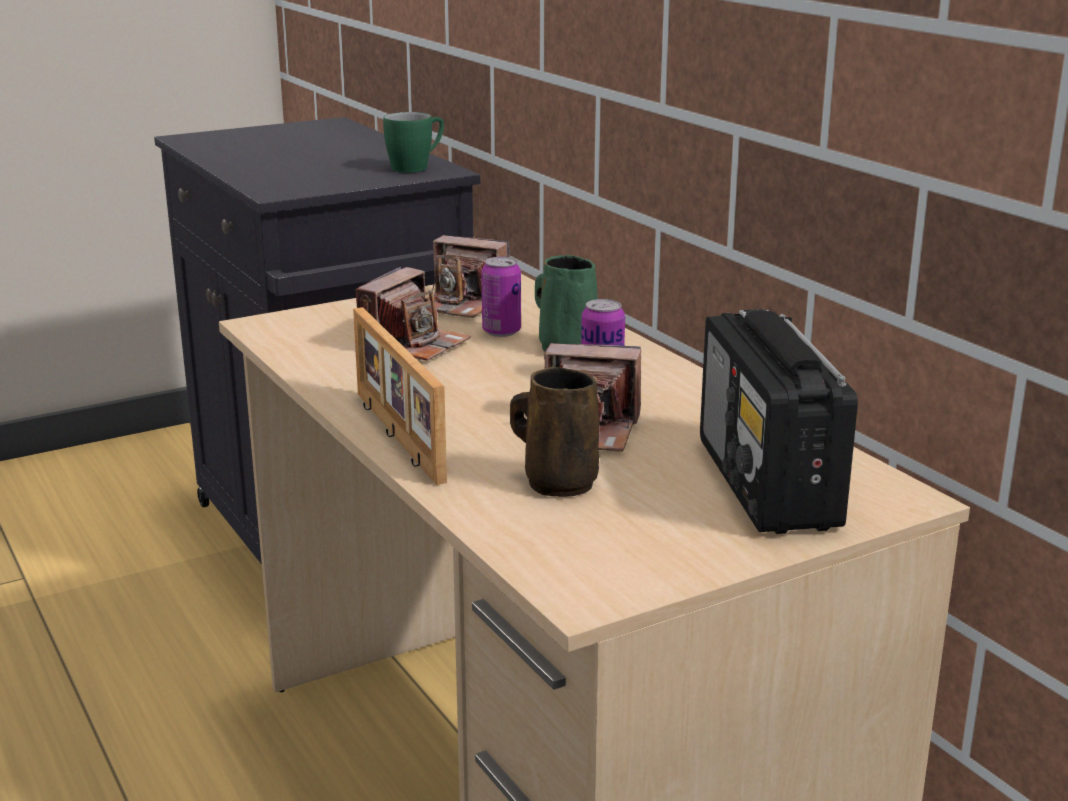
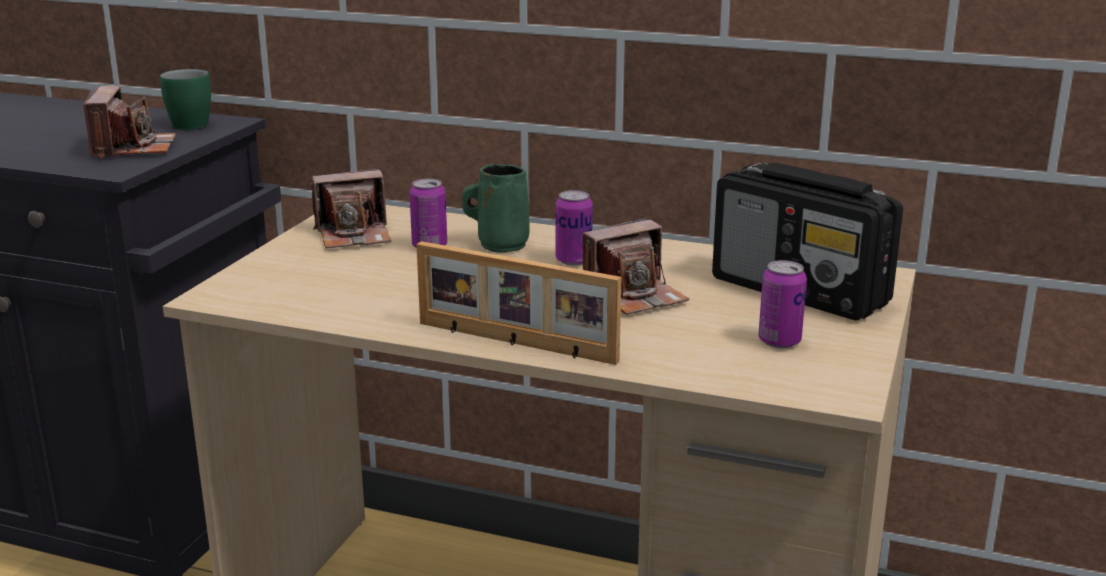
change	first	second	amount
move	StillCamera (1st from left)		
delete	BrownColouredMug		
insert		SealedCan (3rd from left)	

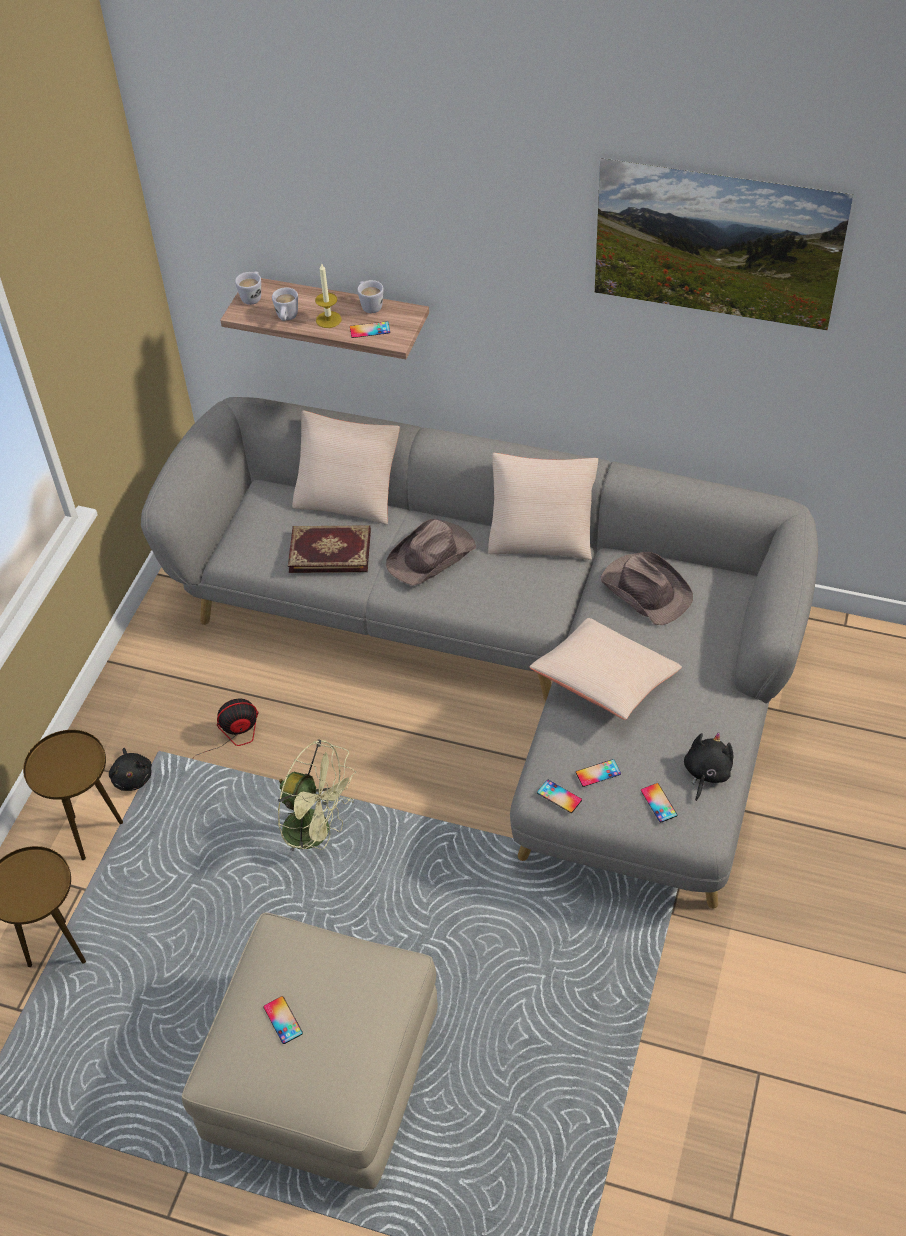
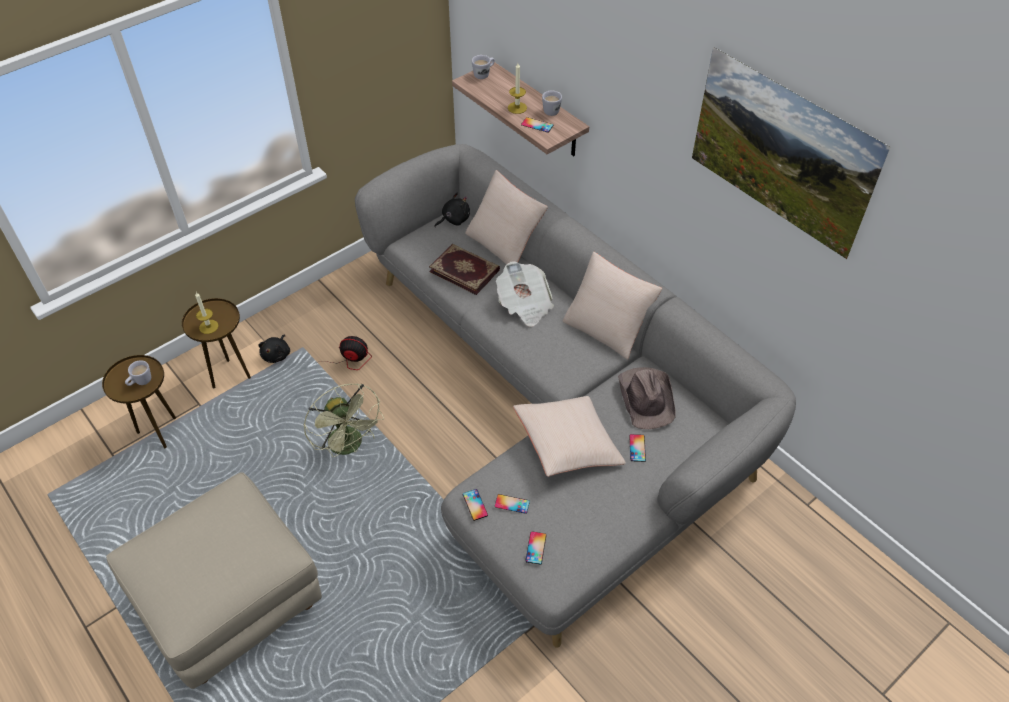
change	first	second	amount
move	WhitishMug (2nd from left in the first image)	WhitishMug (1st from left)	
replace	BrownColouredHat (1st from left)	Newspaper	
move	BlackColouredSoftToy (2nd from left)		
move	Handset (1st from left in the first image)	Handset (5th from left)	
insert		Candle (1st from left)	

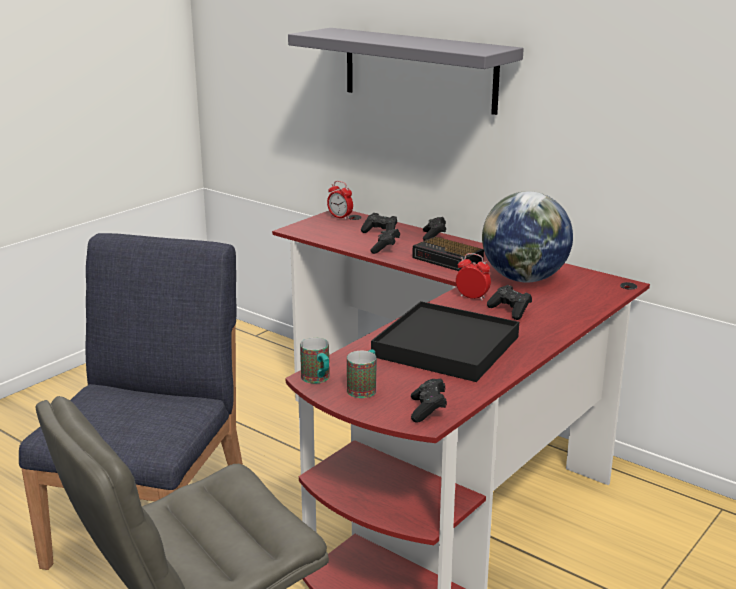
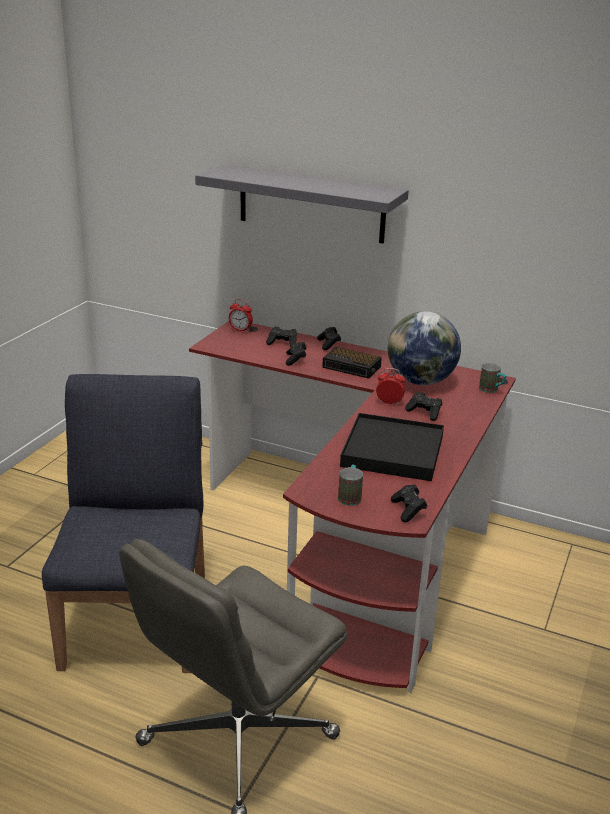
change	first	second	amount
move	Mug (1st from left in the first image)	Mug (2nd from left)	

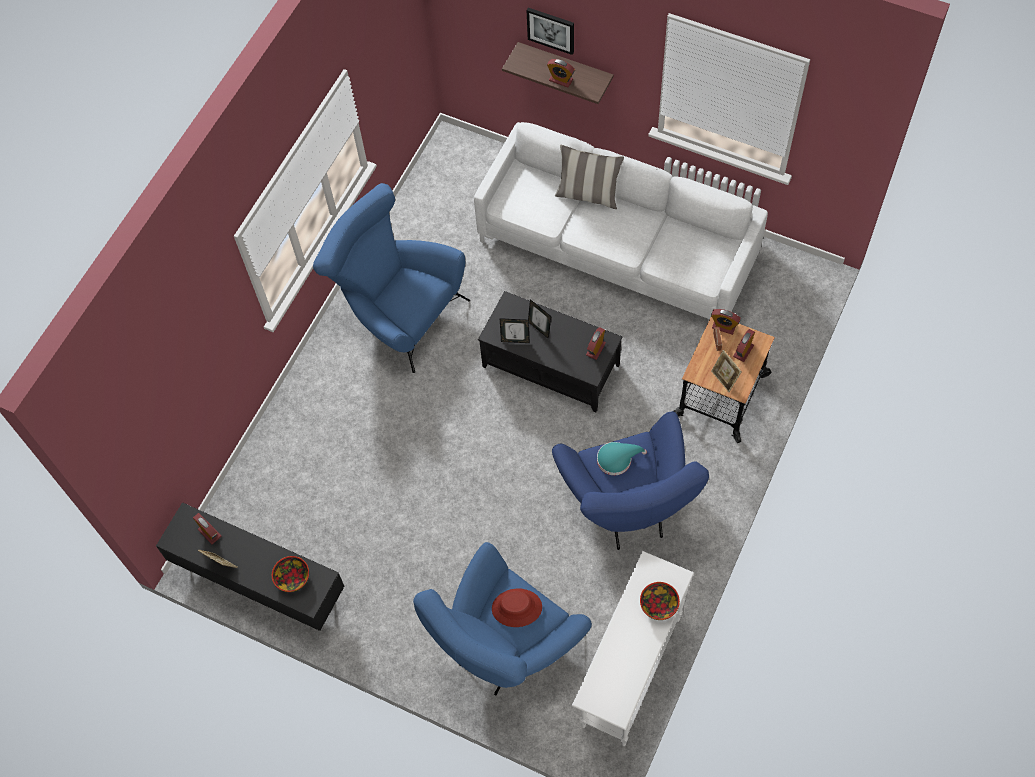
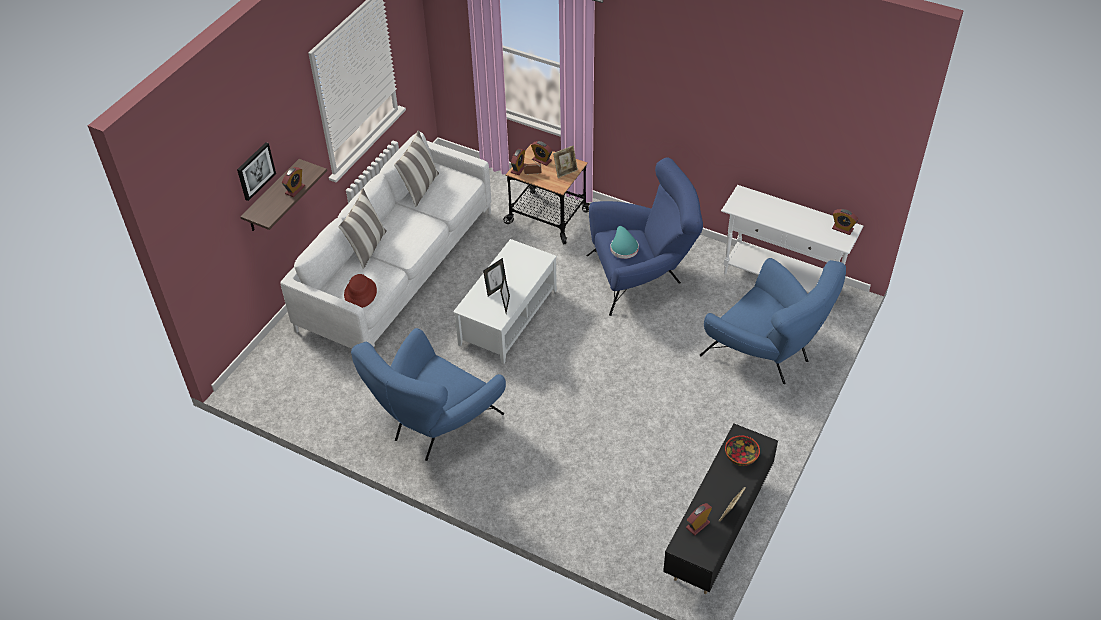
change	first	second	amount
recolor	BlackColouredLoungeTable	WhitishLoungeTable	
move	TableClock (3rd from left in the first image)	TableClock (5th from left)	
delete	ServingBowl (2nd from left)		
move	RedHat		
insert		ThrowPillow (2nd from left)	

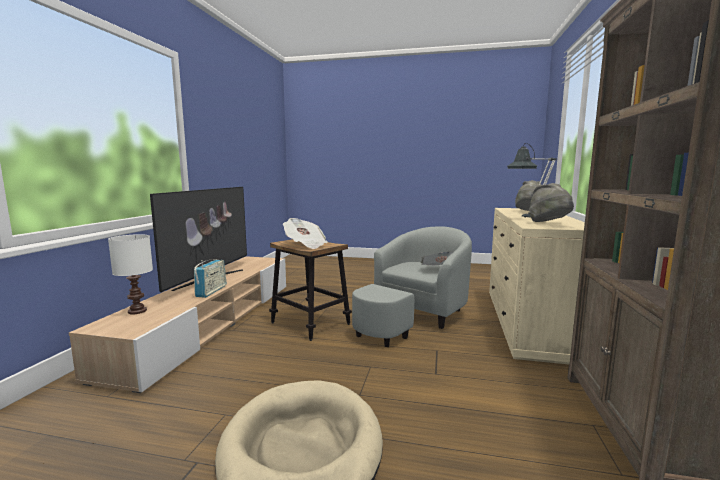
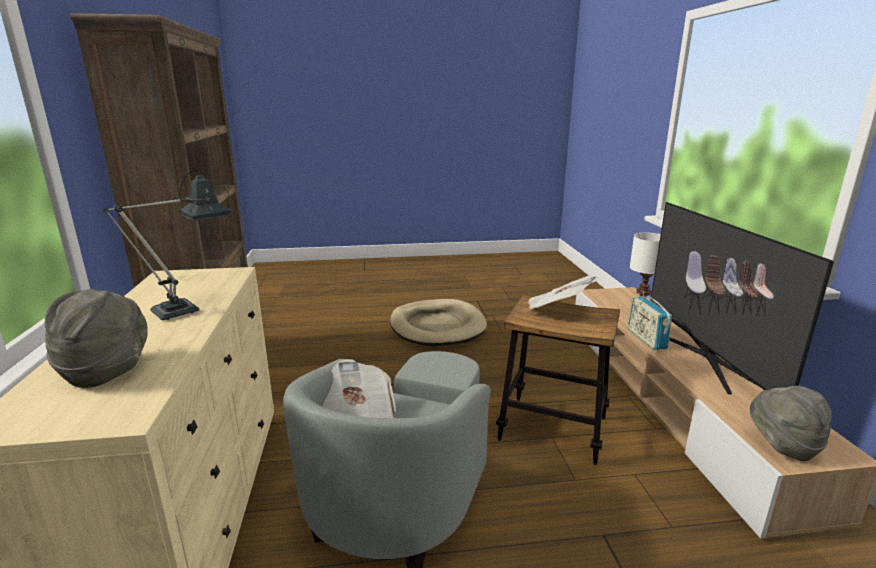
change	first	second	amount
move	GrayHat (2nd from left)		

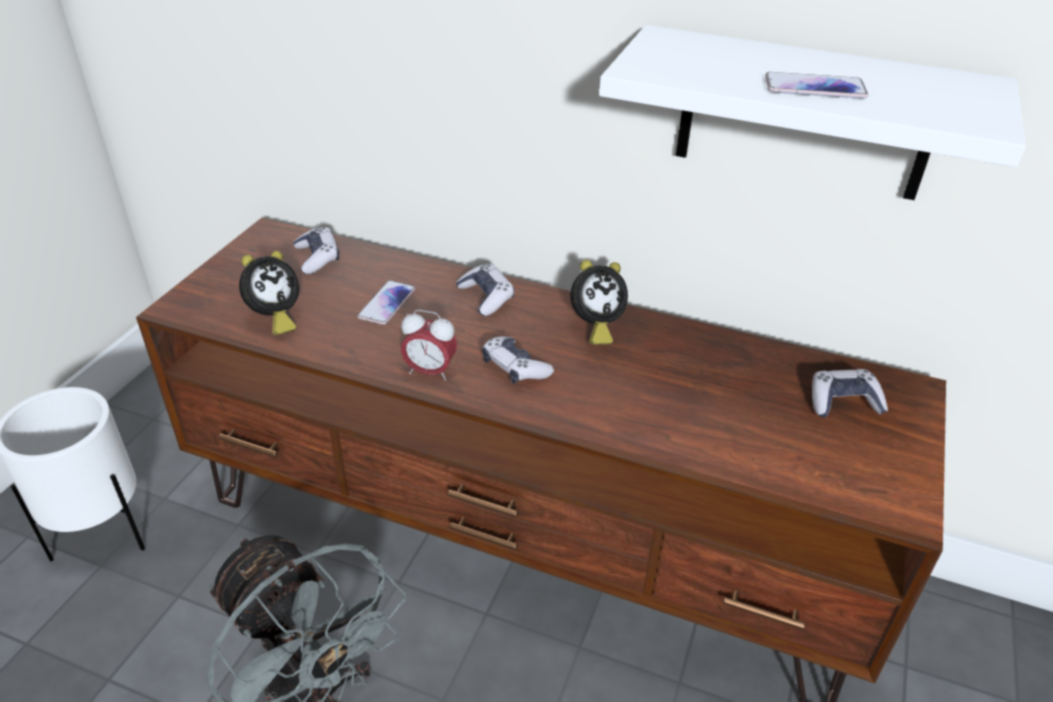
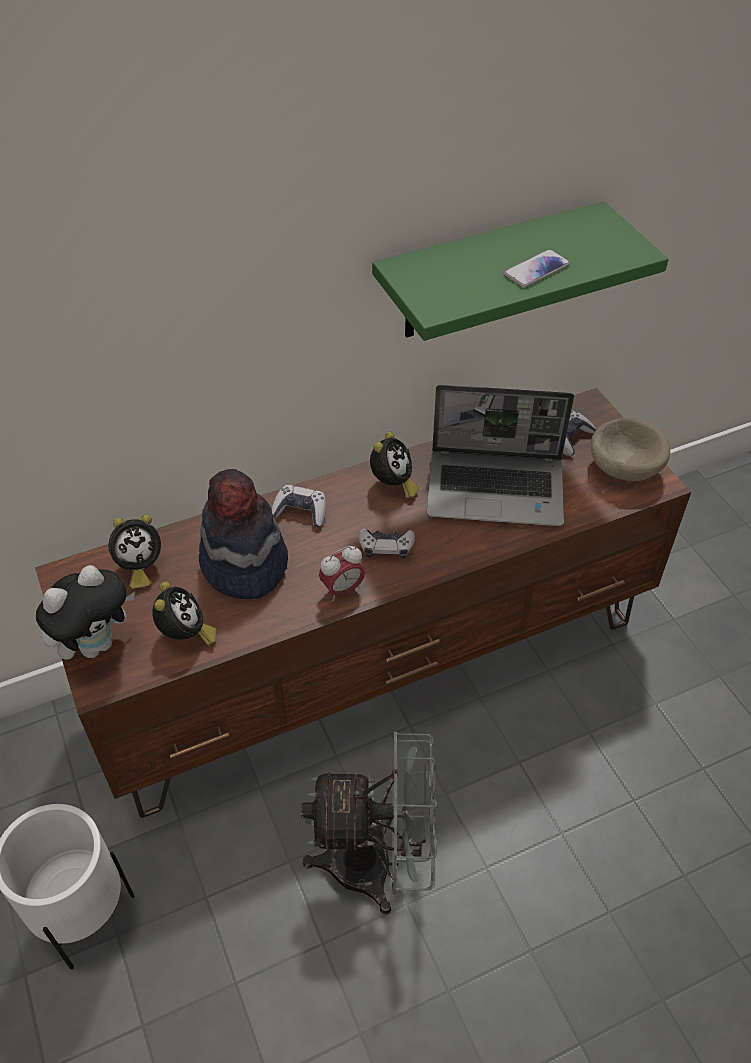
change	first	second	amount
recolor	WhitishBracketShelf	GreenishBracketShelf	
replace	Gamepad (1st from left)	TableClock (1st from left)	
replace	Handset (1st from left)	Hat	
insert		PortableComputer	
insert		BeigeColouredServingBowl	
insert		SoftToy	

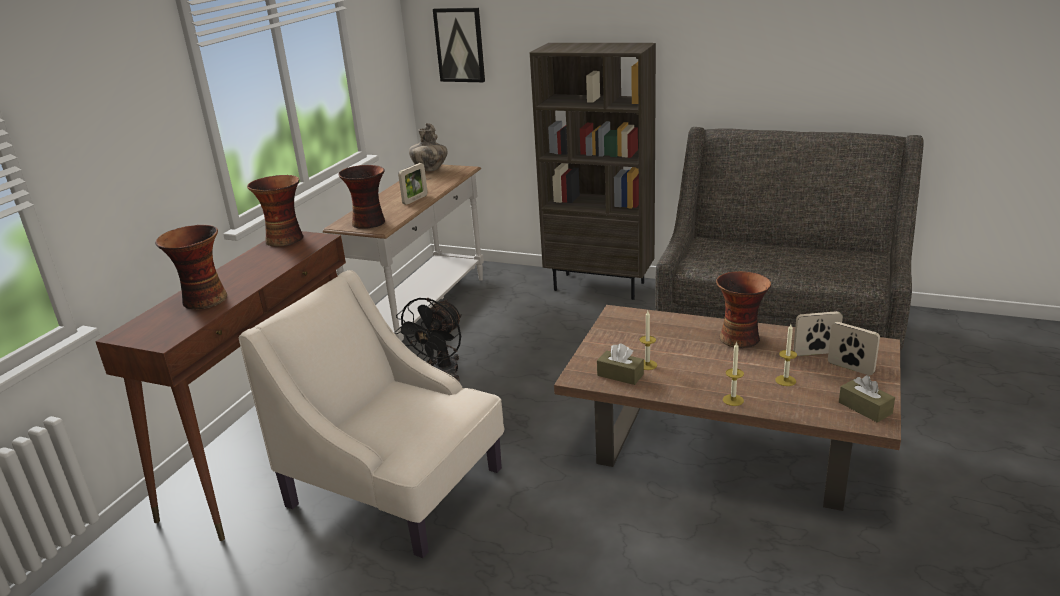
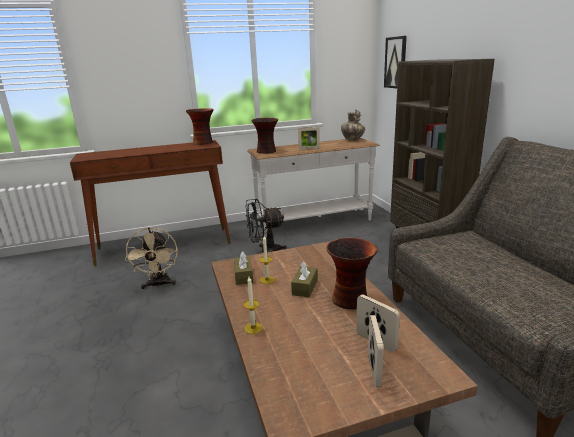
change	first	second	amount
delete	FlowerVase (1st from left)		
replace	BeigeColouredLoungeChair	BeigeColouredCoolingFan	
delete	Candle (3rd from left)		
move	BrownColouredTissueBox (2nd from left)		

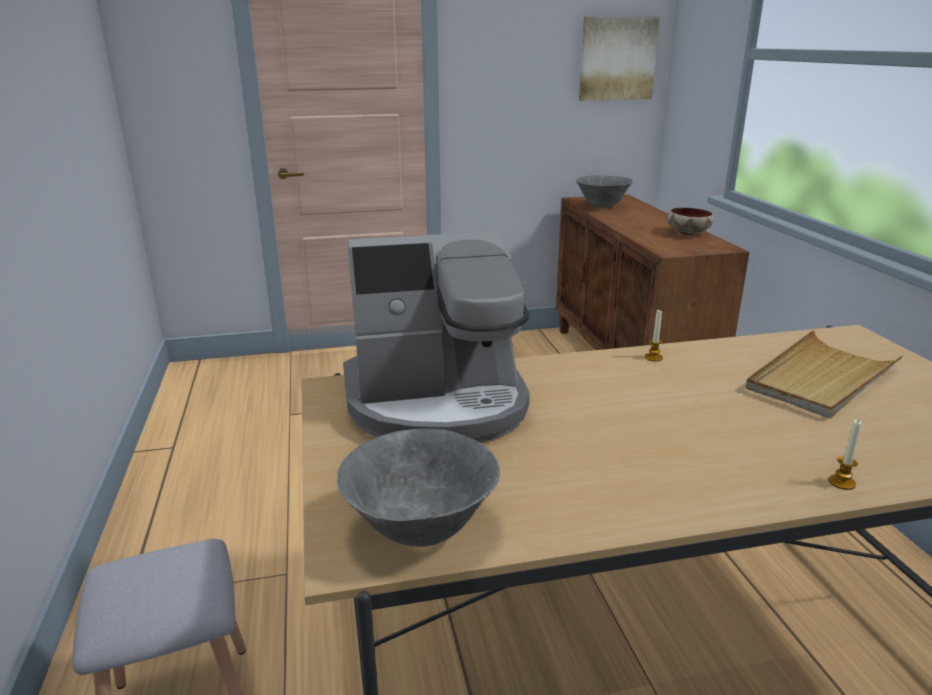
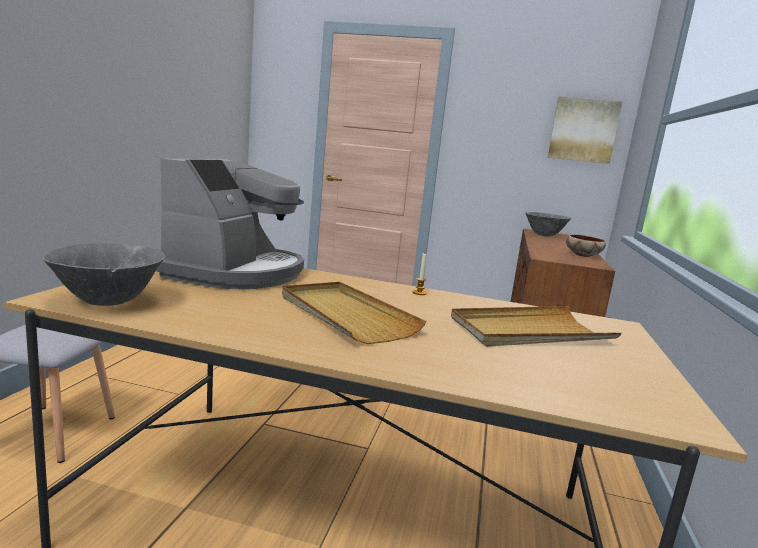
change	first	second	amount
rotate	CoffeeBrewer		90 degrees counterclockwise
delete	Candle (2nd from left)		
insert		BeigeColouredTray (1st from left)	

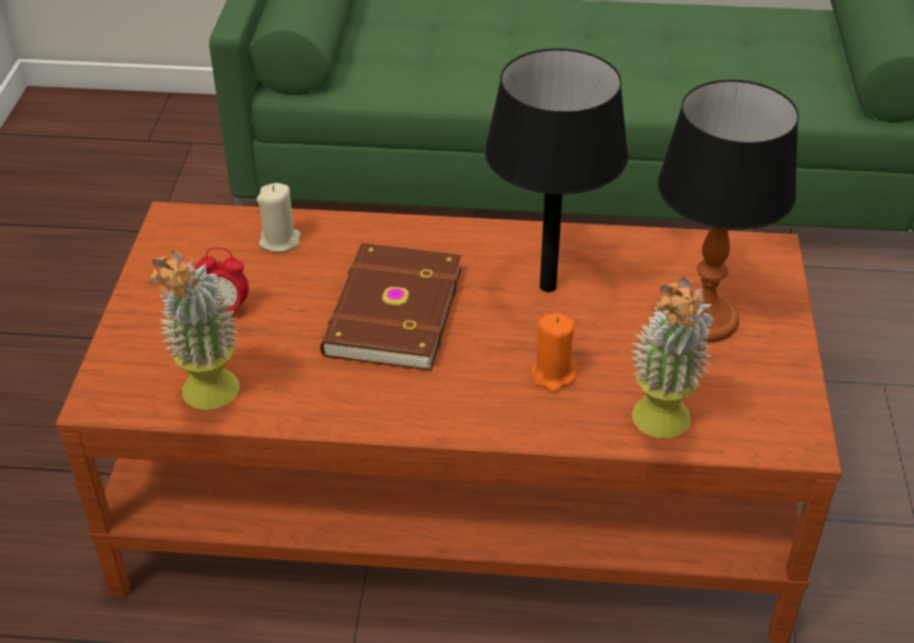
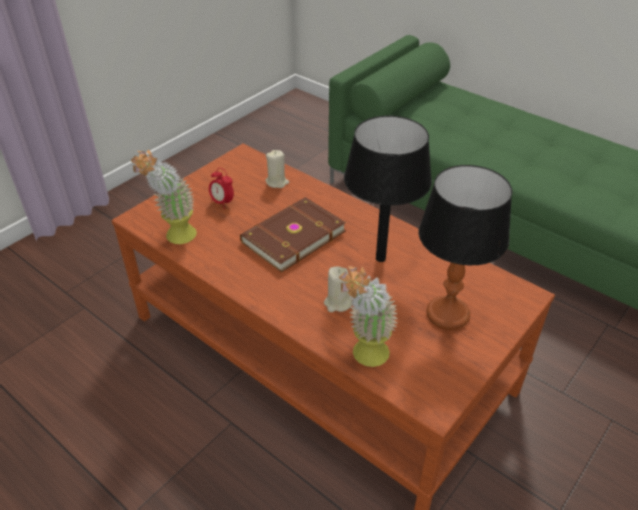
change	first	second	amount
recolor	OrangeCandle	BeigeColouredCandle (2nd from left)	

